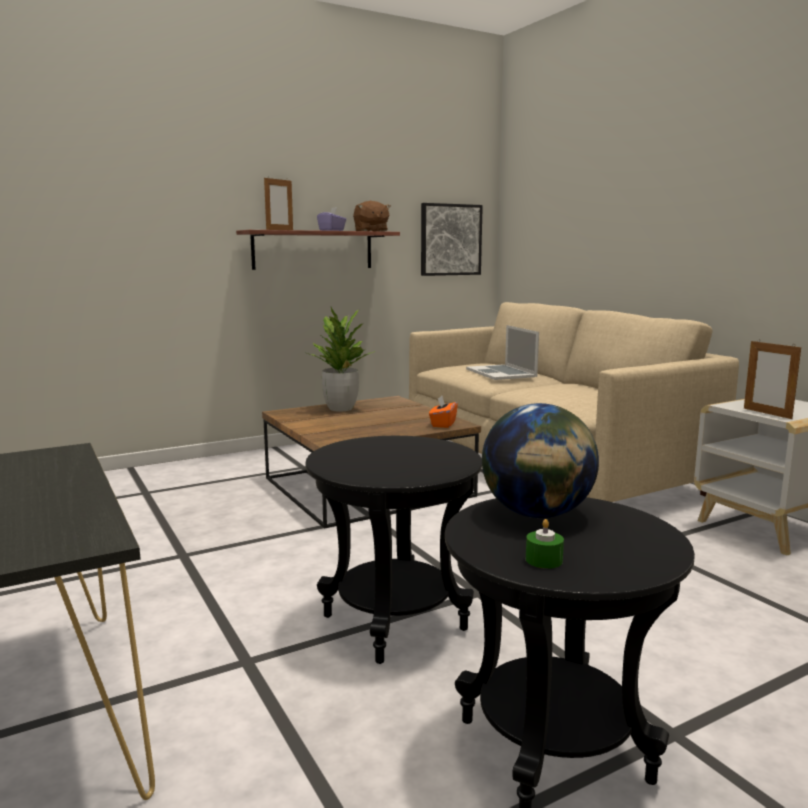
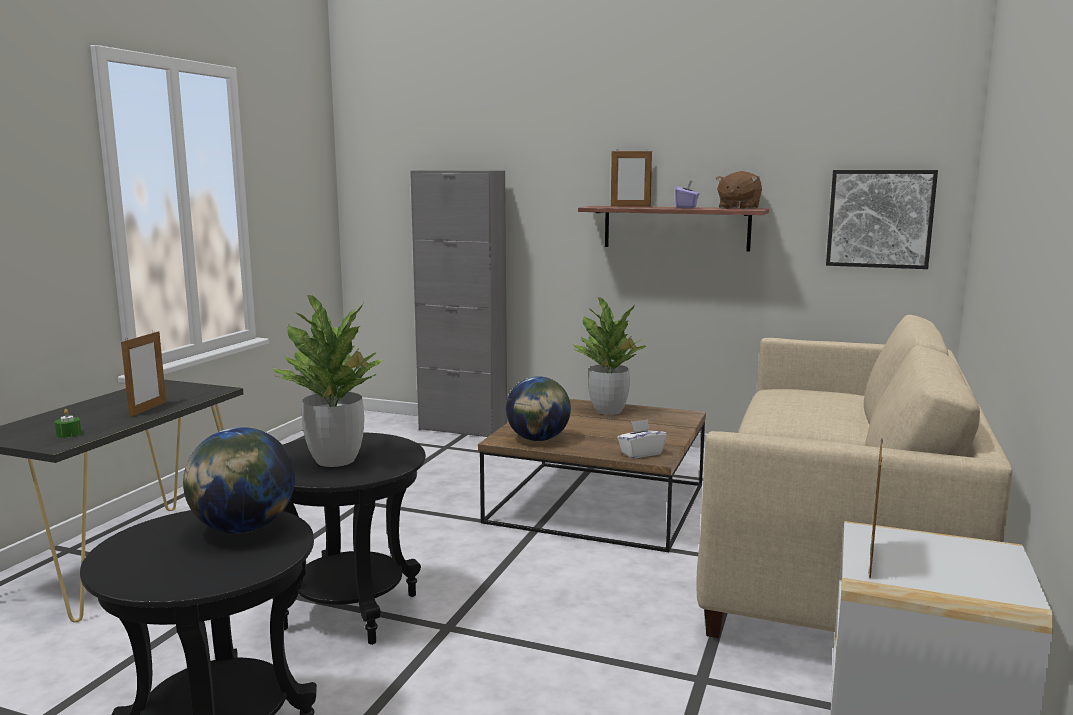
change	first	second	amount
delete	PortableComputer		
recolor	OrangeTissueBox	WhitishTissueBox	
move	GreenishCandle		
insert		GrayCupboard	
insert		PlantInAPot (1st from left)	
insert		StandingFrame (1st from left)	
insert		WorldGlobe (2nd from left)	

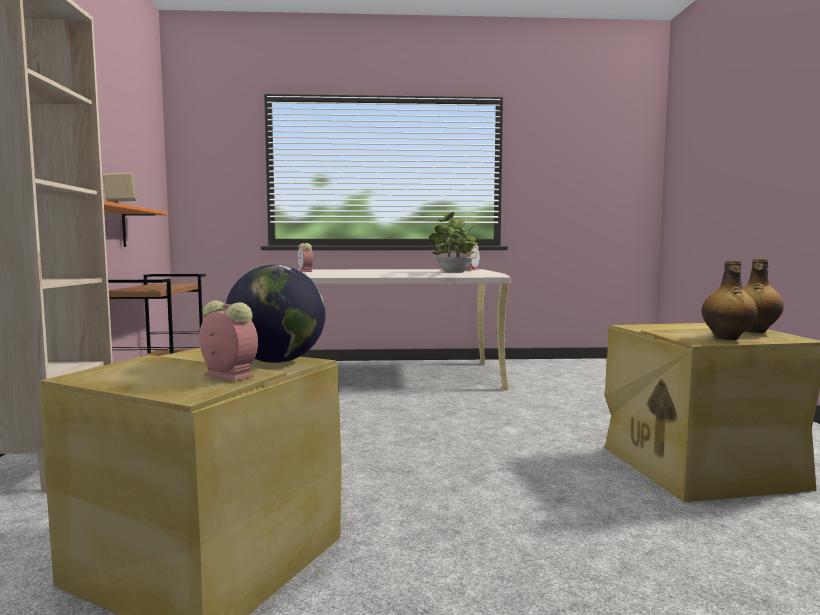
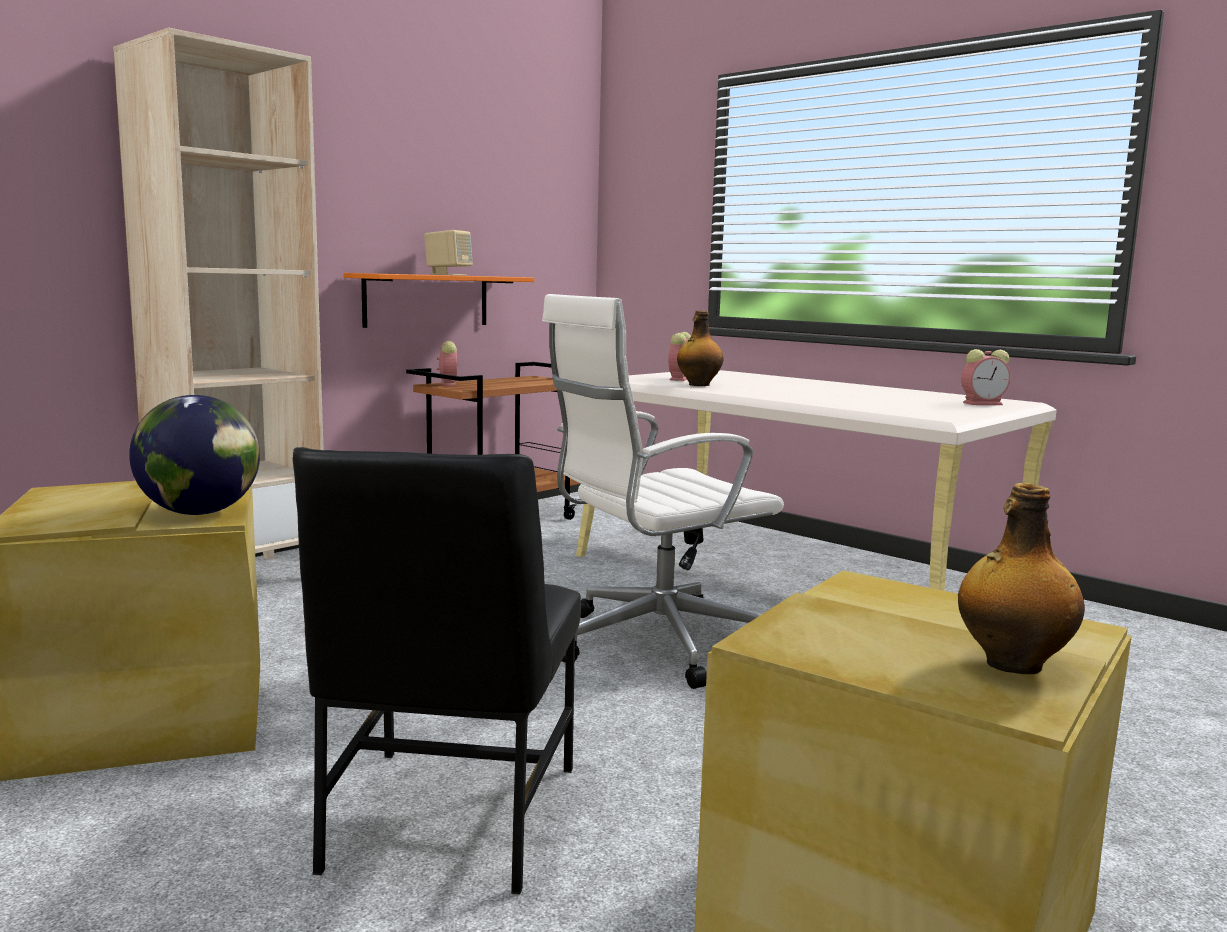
change	first	second	amount
delete	PlantInAPot		
move	Bottle (1st from left)		
move	TableClock (1st from left)		
insert		WhitishComputerChair	
insert		BlackColouredPlainChair	

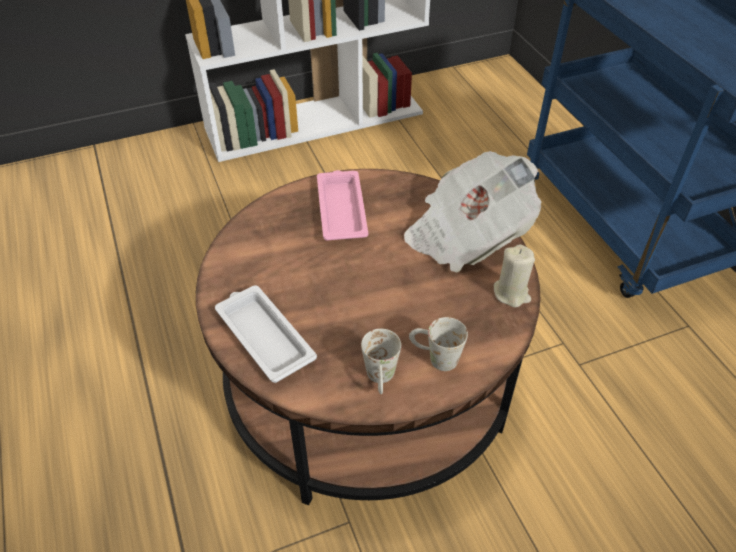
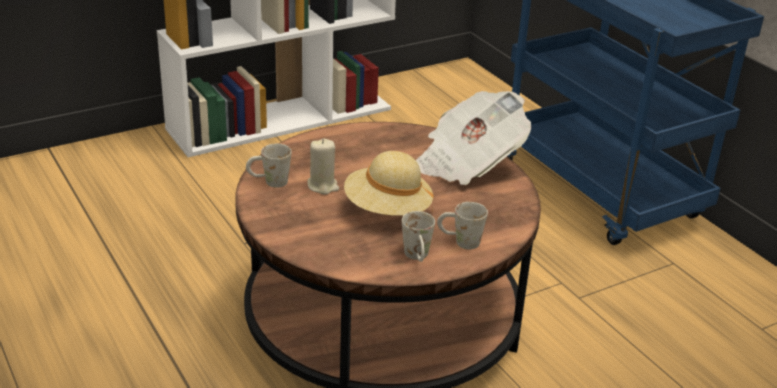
change	first	second	amount
delete	PinkishTray		
move	BeigeColouredCandle		
delete	WhitishTray		
insert		WhitishMug (1st from left)	
insert		BeigeColouredHat	

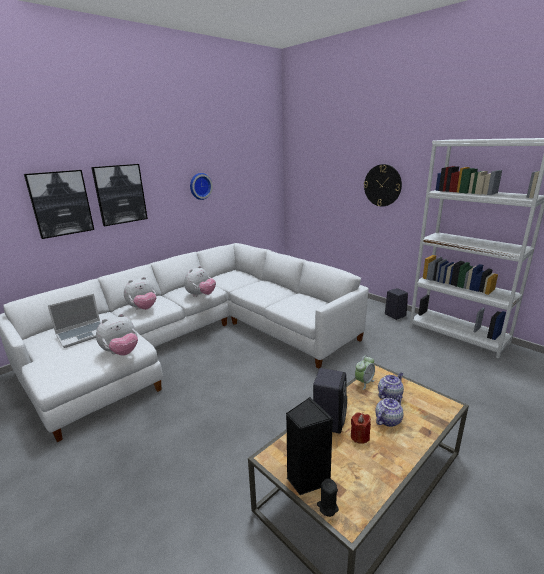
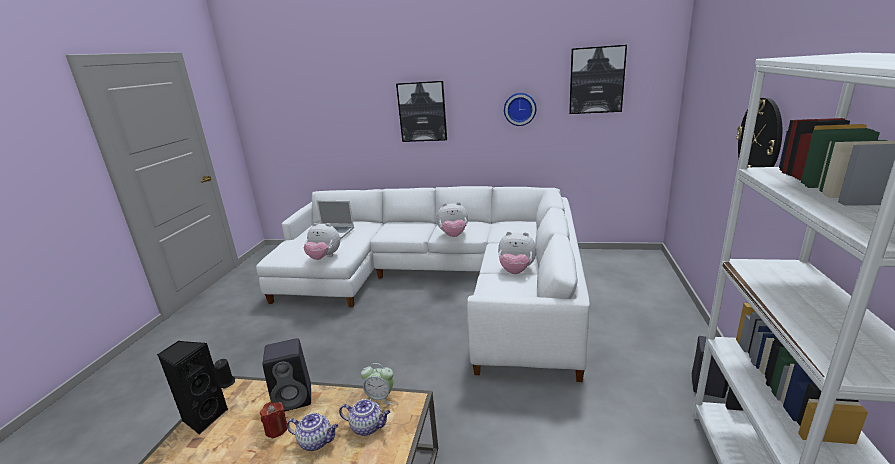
change	first	second	amount
move	WallPicture (1st from left in the first image)	WallPicture (2nd from left)	
move	SoftToy (2nd from left in the first image)	SoftToy (3rd from left)	
move	BlackColouredCandle		

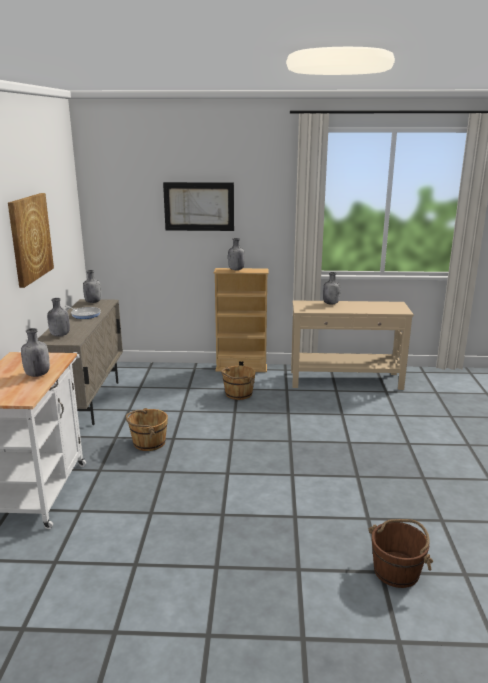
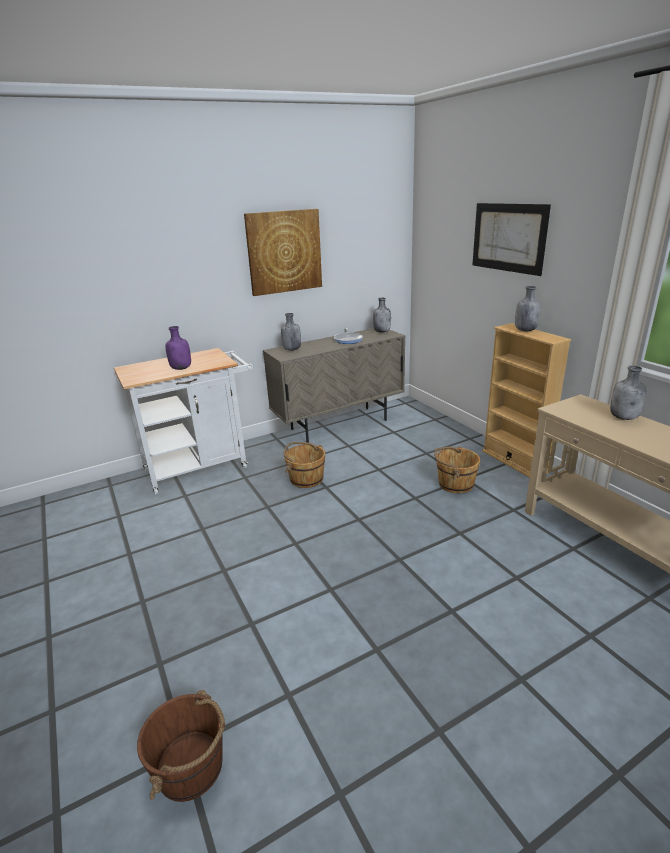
change	first	second	amount
recolor	GrayBottle (1st from left)	PurpleBottle	

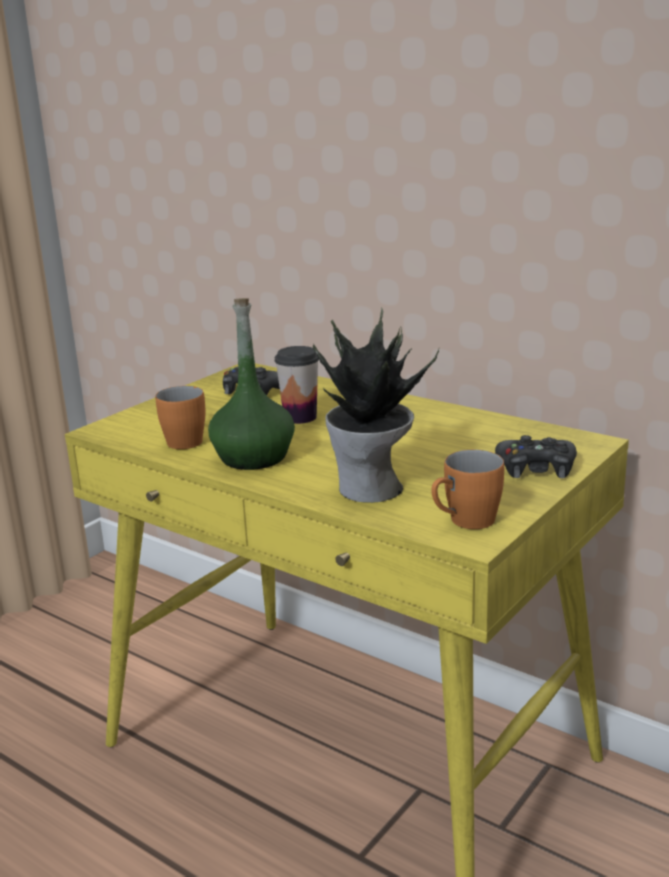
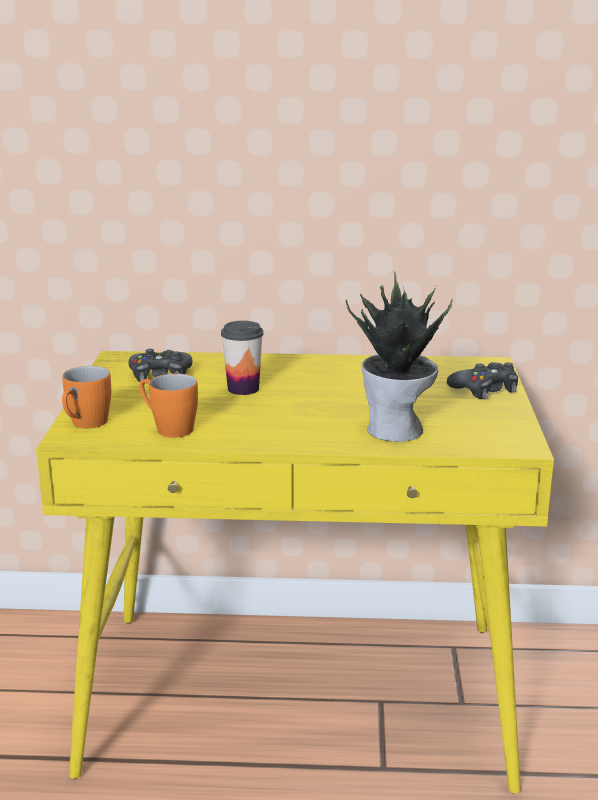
change	first	second	amount
delete	GreenishBottle		
move	OrangeMug (2nd from left in the first image)	OrangeMug (1st from left)	

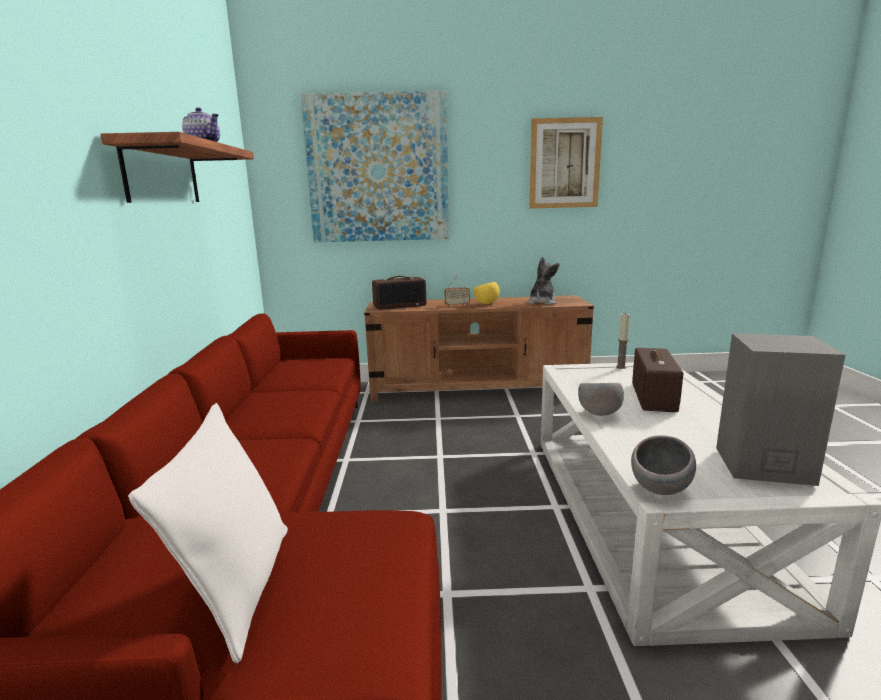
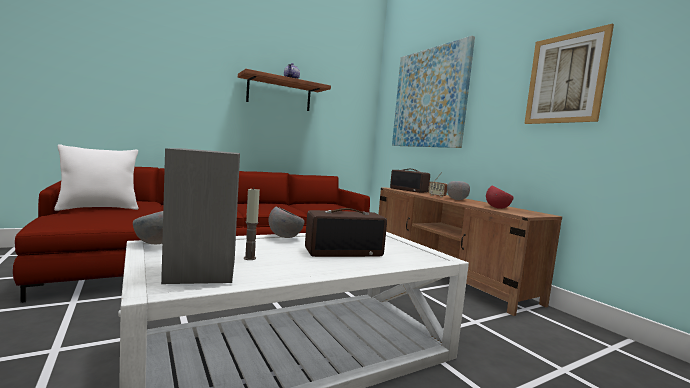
change	first	second	amount
replace	SoftToy	RedServingBowl	
recolor	YellowishServingBowl	GrayServingBowl (3rd from left)	
move	Candle		

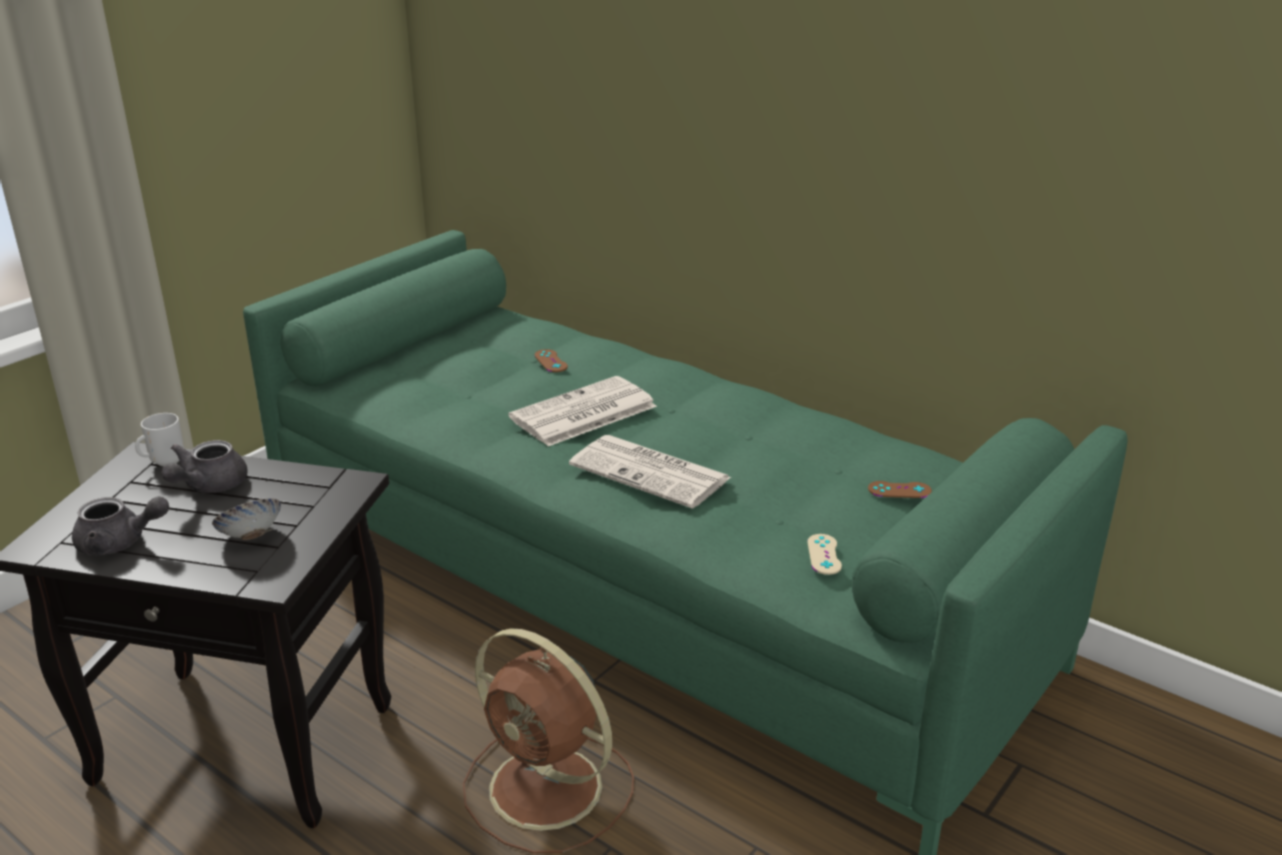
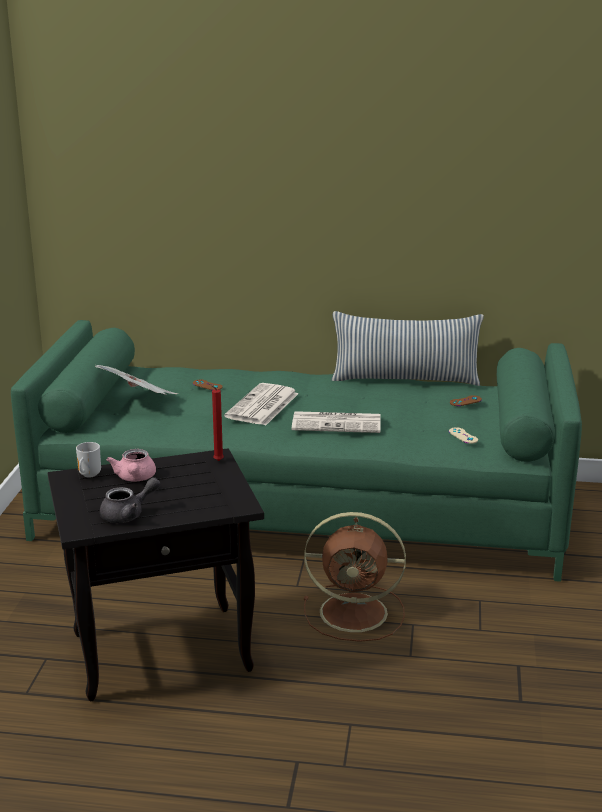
change	first	second	amount
recolor	GrayTeapot (2nd from left)	PinkishTeapot	
delete	ServingBowl		
insert		ThrowPillow	
insert		Newspaper (1st from left)	
insert		RedCandle	

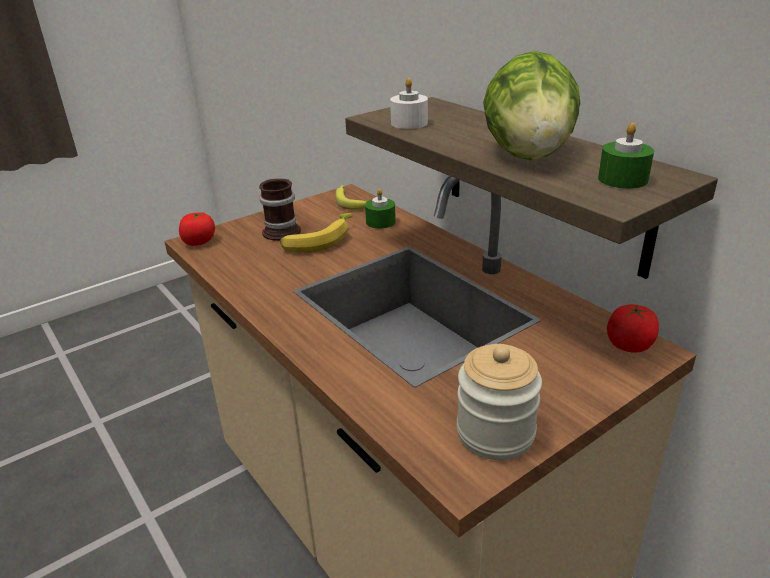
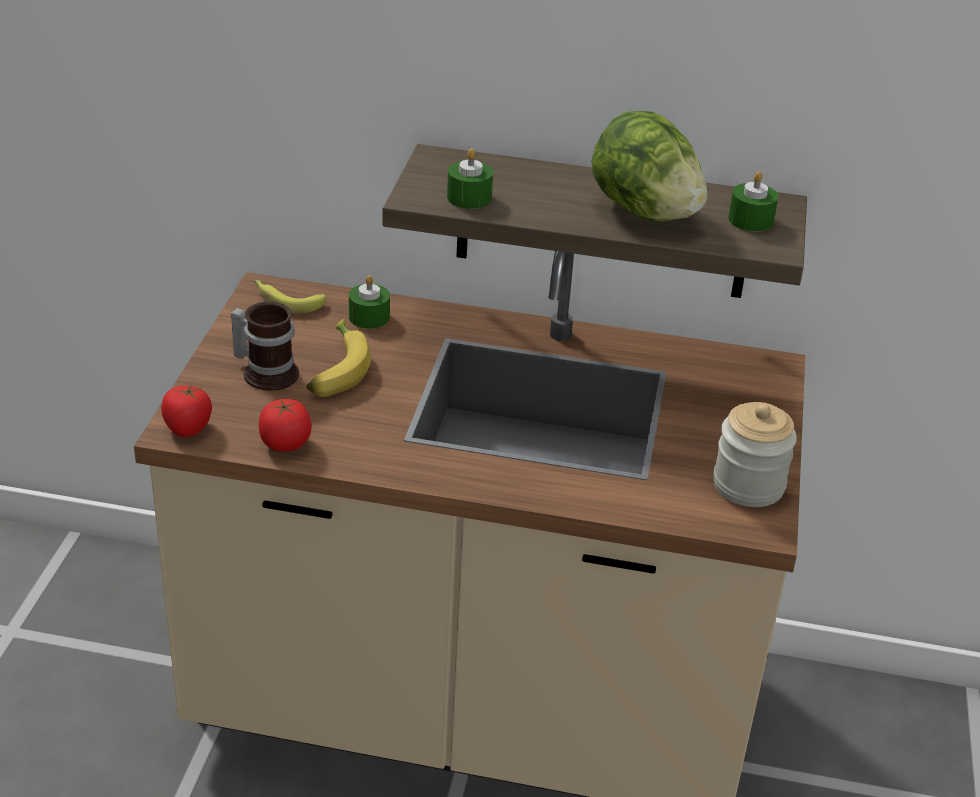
change	first	second	amount
recolor	WhitishCandle	GreenishCandle (2nd from left)	
move	FreshTomato (2nd from left)		

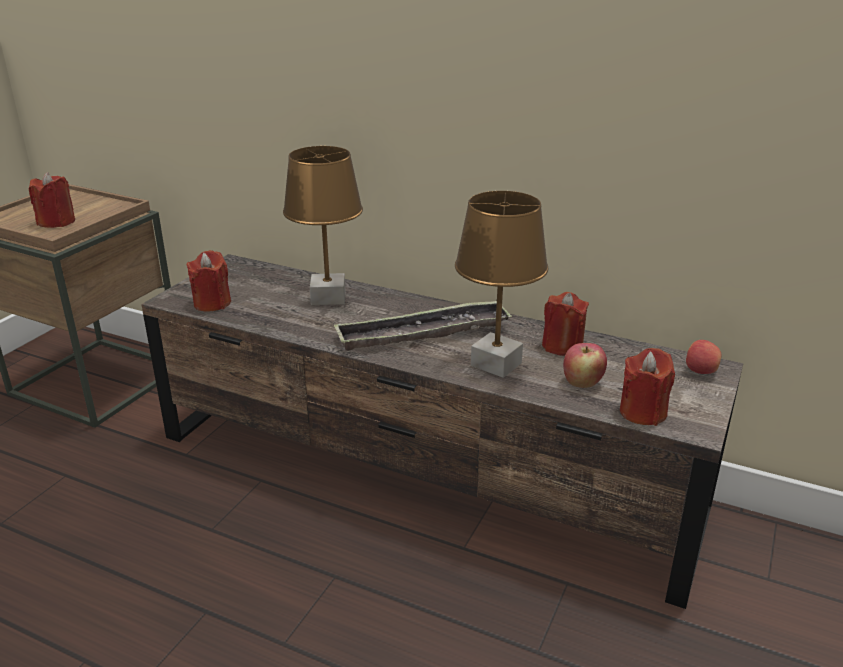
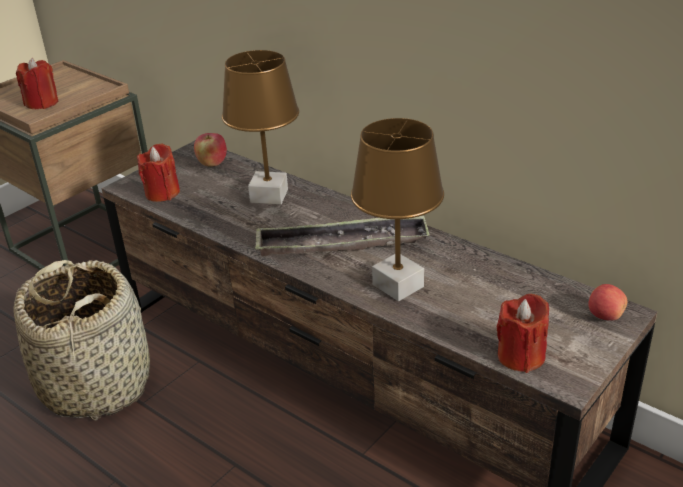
change	first	second	amount
delete	RedCandle (3rd from left)		
move	WholeApple (1st from left)		
insert		StorageBasket	

